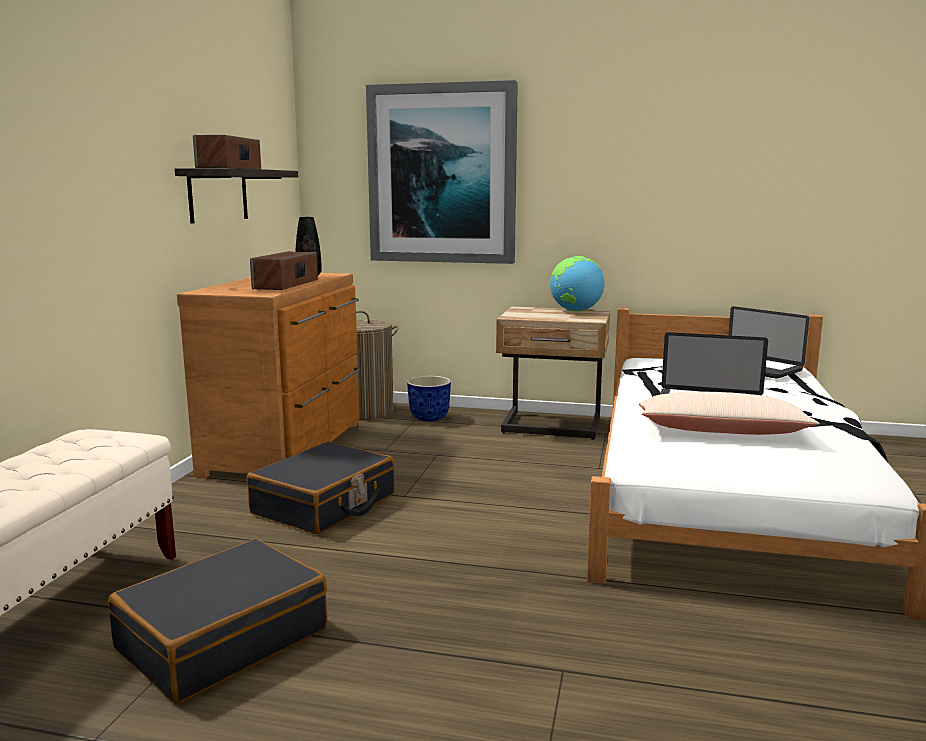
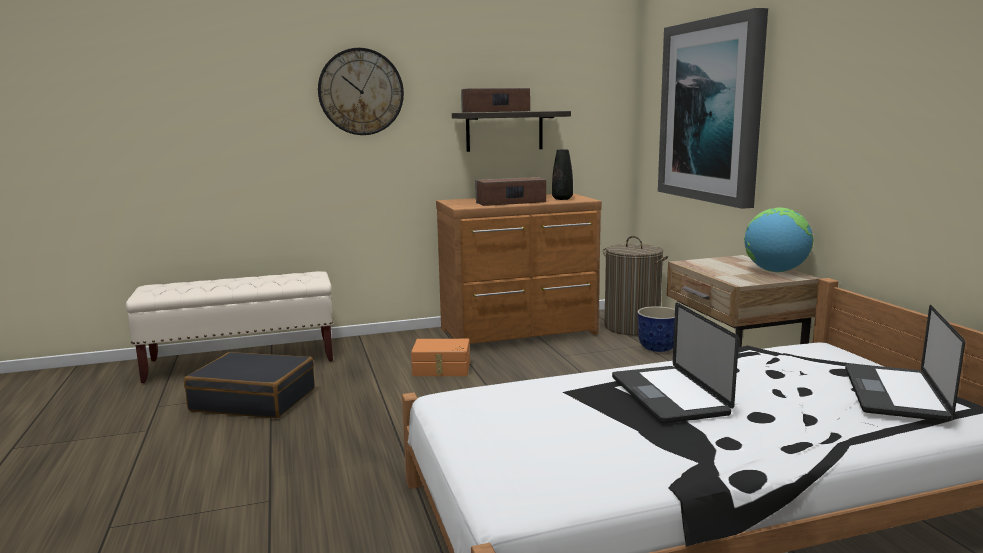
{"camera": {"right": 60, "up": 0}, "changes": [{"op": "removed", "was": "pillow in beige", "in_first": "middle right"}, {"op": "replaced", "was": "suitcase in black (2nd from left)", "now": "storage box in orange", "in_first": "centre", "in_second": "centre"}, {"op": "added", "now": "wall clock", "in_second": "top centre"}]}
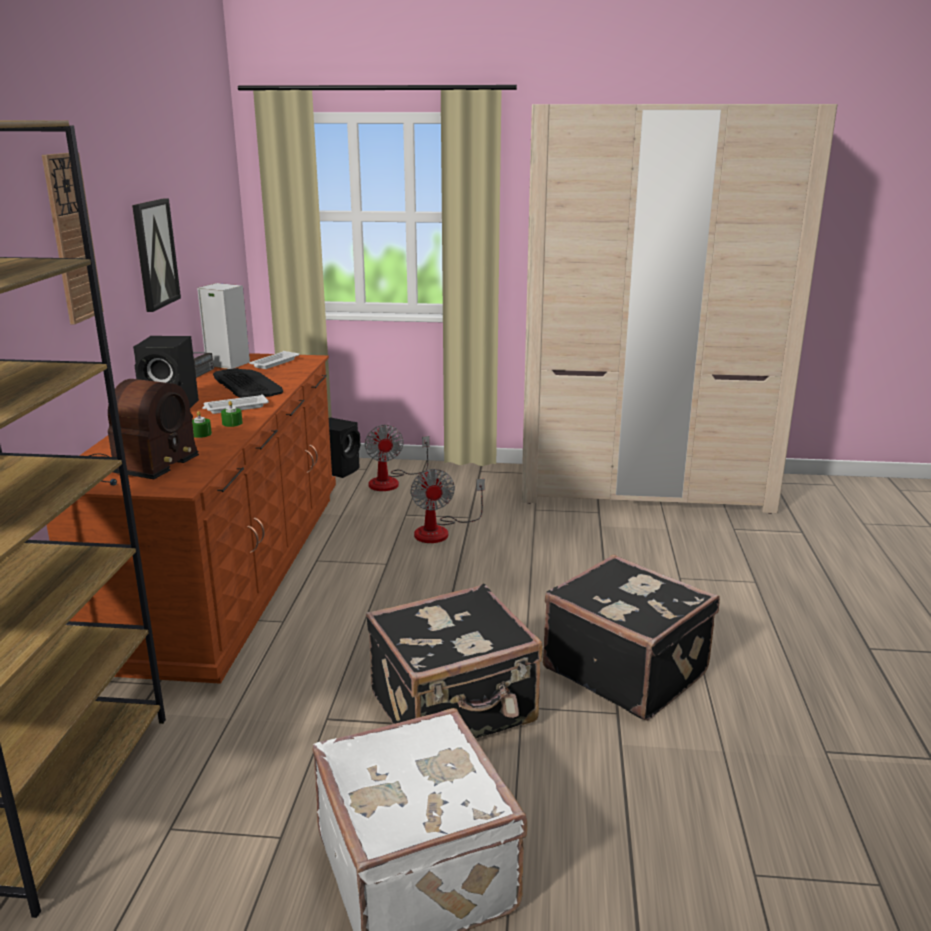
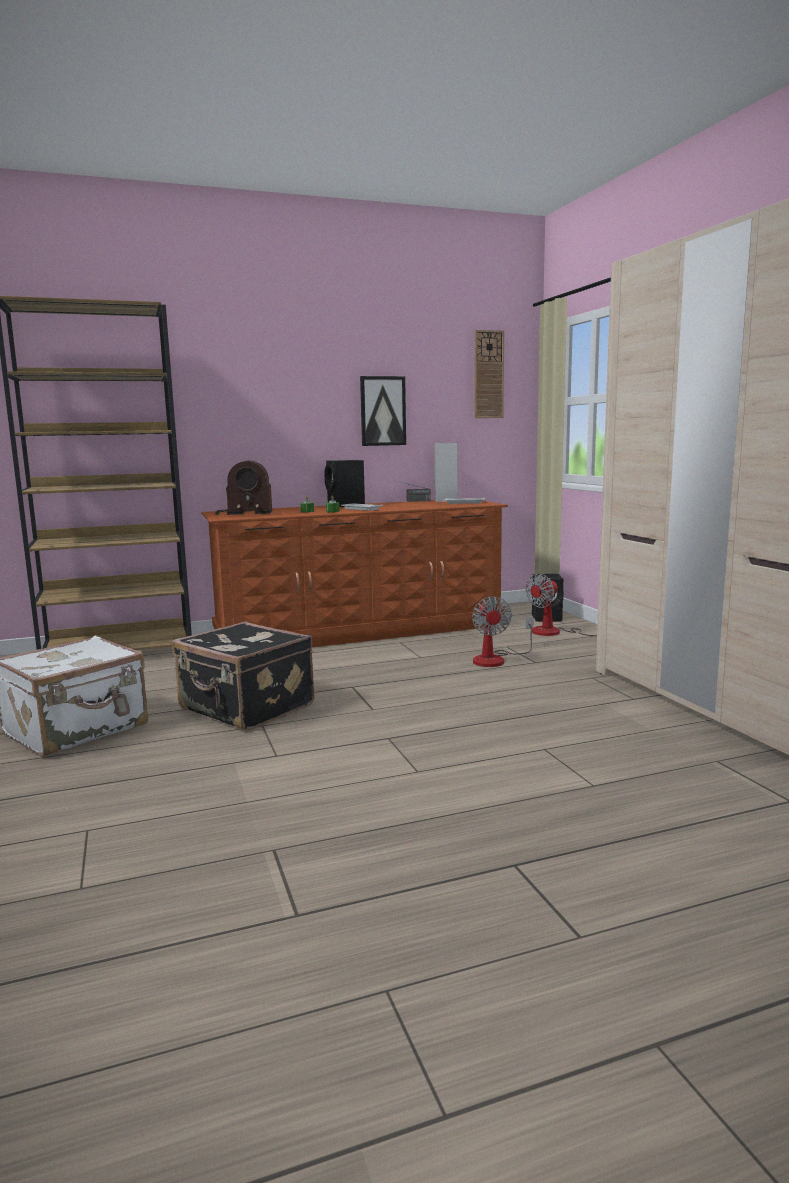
{"camera": {"right": 65, "up": -10}, "changes": [{"op": "moved", "was": "wall clock", "in_first": "top left", "in_second": "top centre"}, {"op": "removed", "was": "keyboard", "in_first": "middle left"}, {"op": "turned", "was": "fan (2nd from left in the first image)", "in_first": "centre", "in_second": "centre", "clockwise": -60}, {"op": "removed", "was": "suitcase in black (2nd from left)", "in_first": "bottom right"}]}
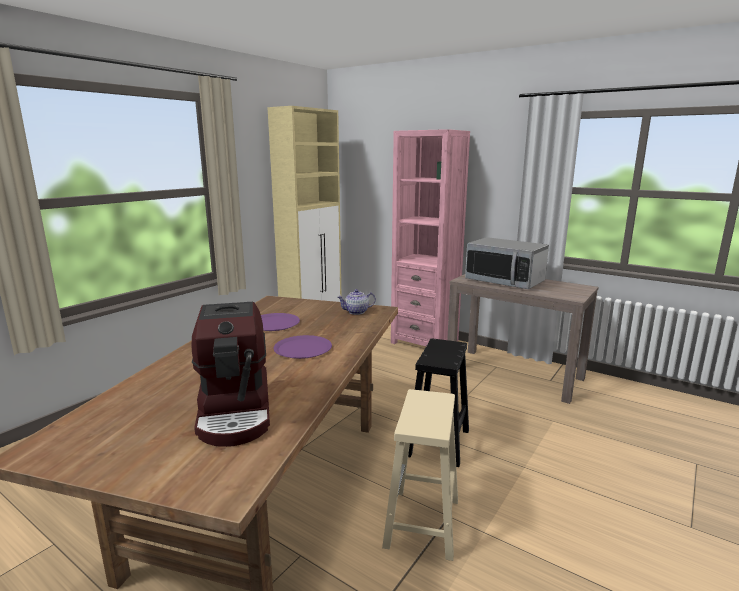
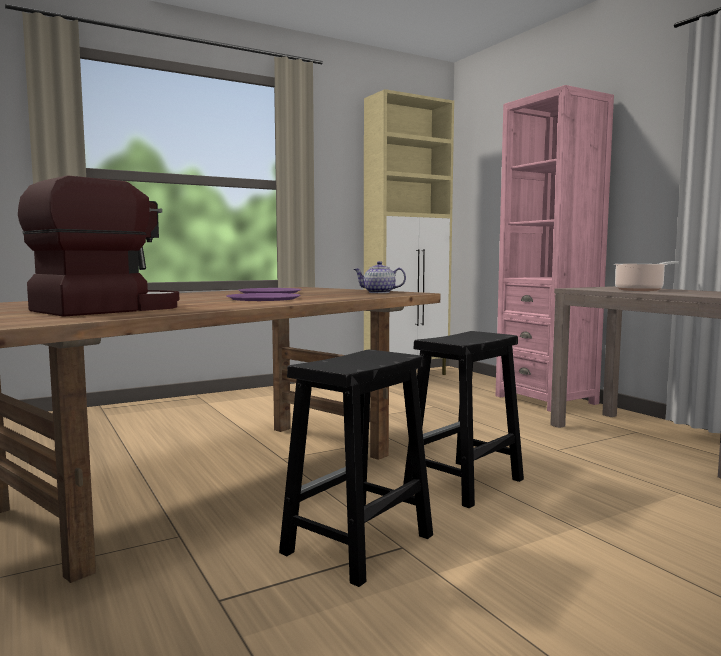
{"camera": {"right": 25, "up": -10}, "changes": [{"op": "replaced", "was": "microwave", "now": "cooking pot", "in_first": "middle right", "in_second": "middle right"}, {"op": "turned", "was": "coffee machine", "in_first": "middle left", "in_second": "middle left", "clockwise": -150}, {"op": "recoloured", "was": "stool in beige", "now": "stool in black (1st from left)", "in_first": "bottom centre", "in_second": "bottom centre"}]}
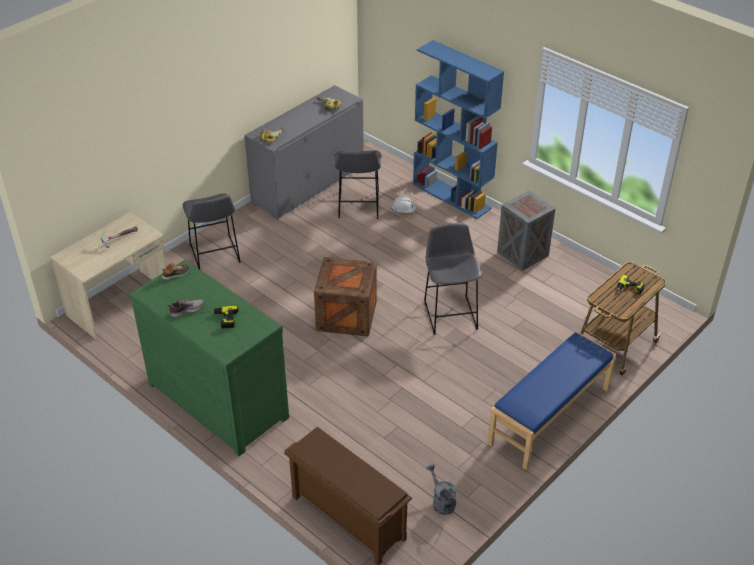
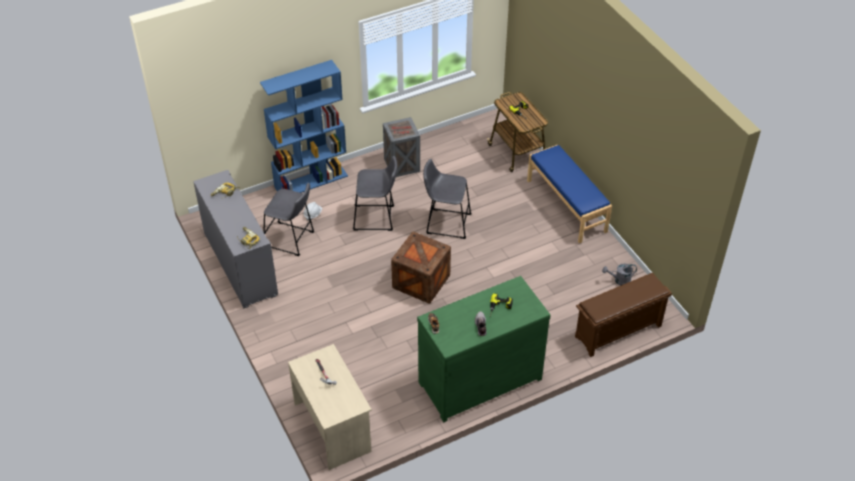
{"camera": {"right": -70, "up": 5}, "changes": [{"op": "moved", "was": "stool in grey (1st from left in the first image)", "now": "stool in grey (2nd from left)", "in_first": "middle left", "in_second": "centre"}]}
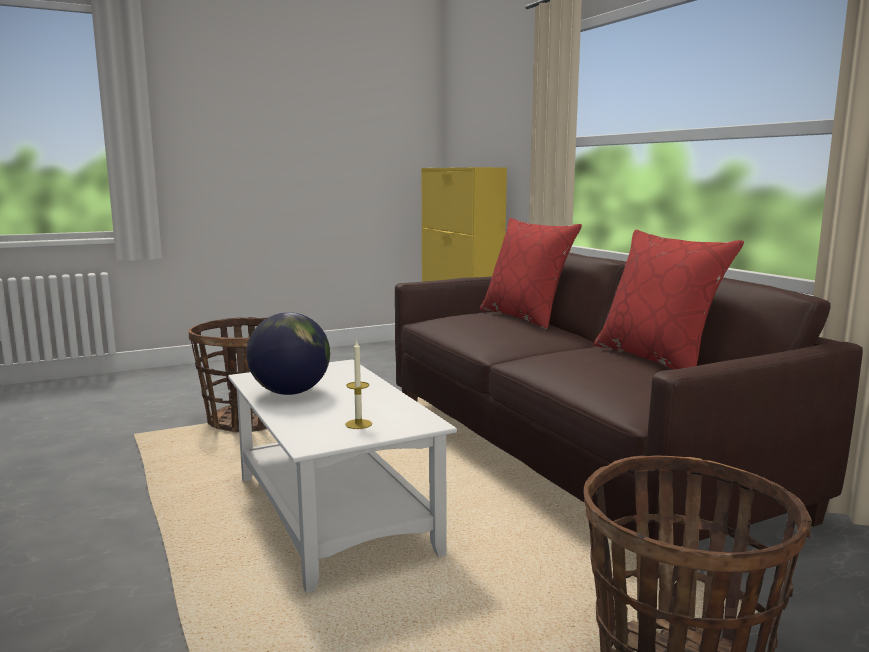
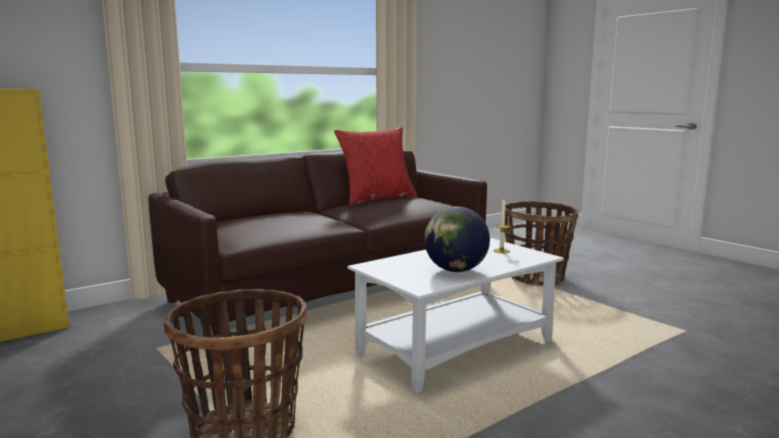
{"camera": {"right": -100, "up": 0}, "changes": [{"op": "removed", "was": "pillow in red (1st from left)", "in_first": "centre"}]}
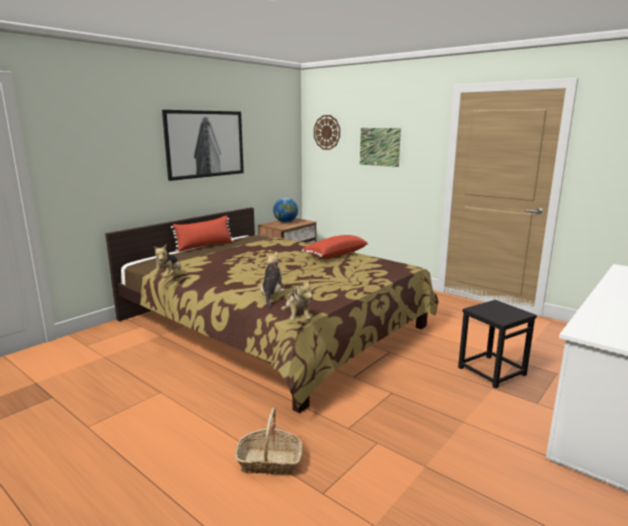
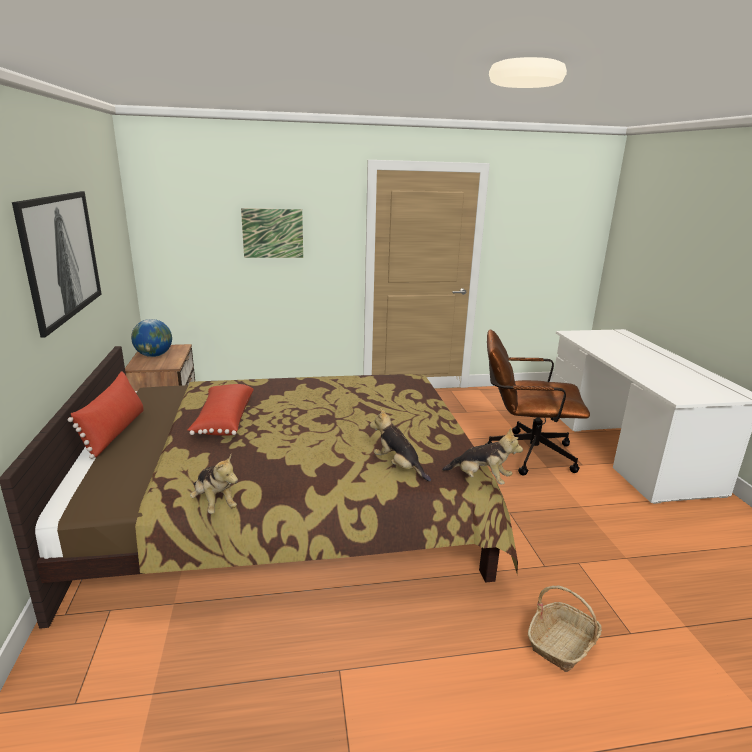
{"camera": {"right": -50, "up": 5}, "changes": [{"op": "removed", "was": "wall clock", "in_first": "top centre"}, {"op": "moved", "was": "pillow in red (2nd from left)", "in_first": "centre", "in_second": "middle left"}, {"op": "replaced", "was": "stool in black", "now": "office chair in brown", "in_first": "middle right", "in_second": "middle right"}]}
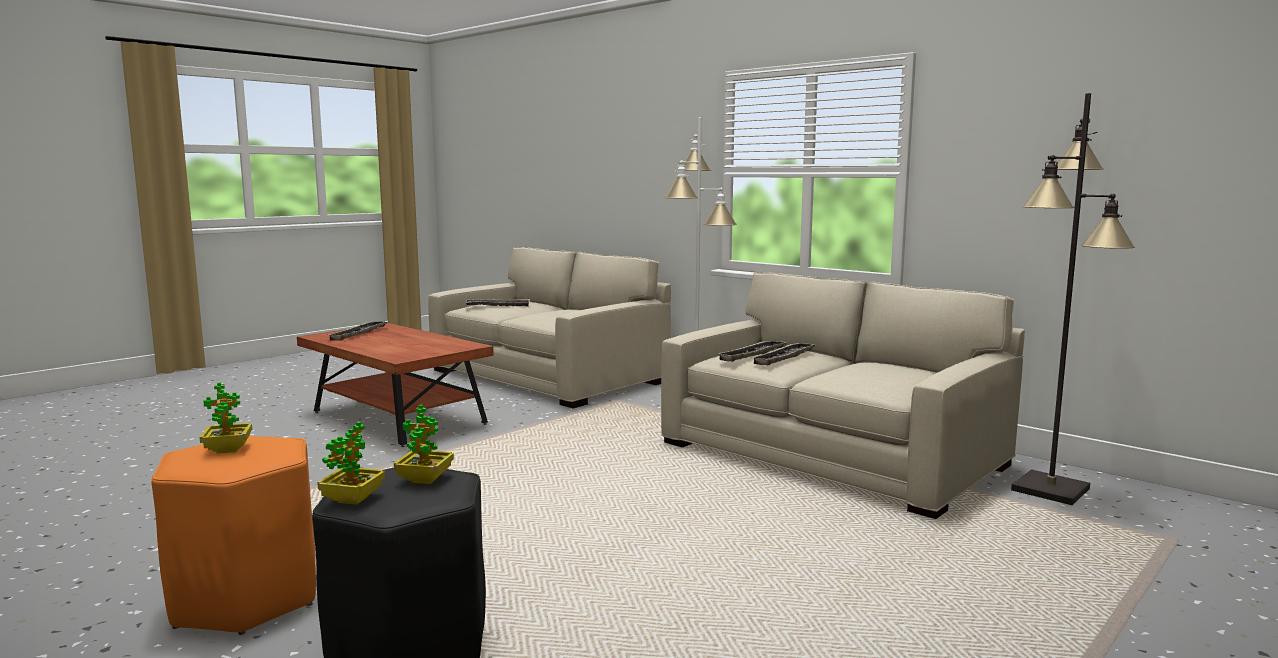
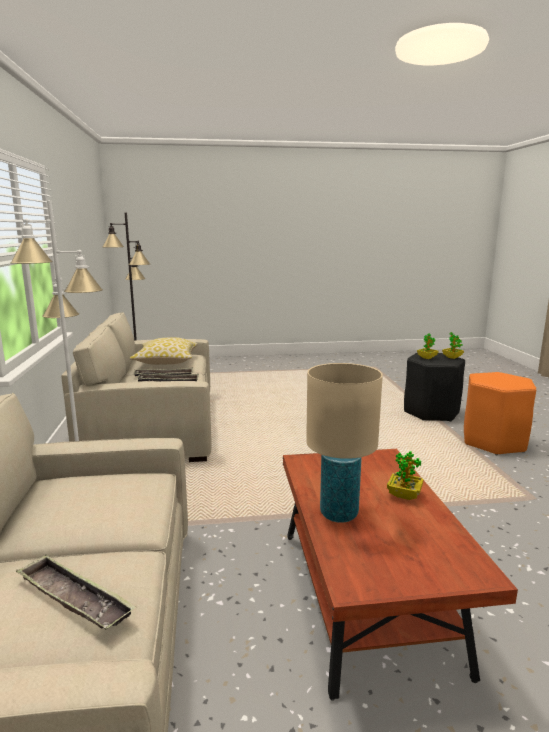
{"camera": {"right": -140, "up": 5}, "changes": [{"op": "removed", "was": "tray (1st from left)", "in_first": "middle left"}, {"op": "moved", "was": "potted plant (1st from left)", "in_first": "middle left", "in_second": "middle right"}, {"op": "added", "now": "pillow", "in_second": "middle left"}, {"op": "added", "now": "table lamp in beige", "in_second": "centre"}]}
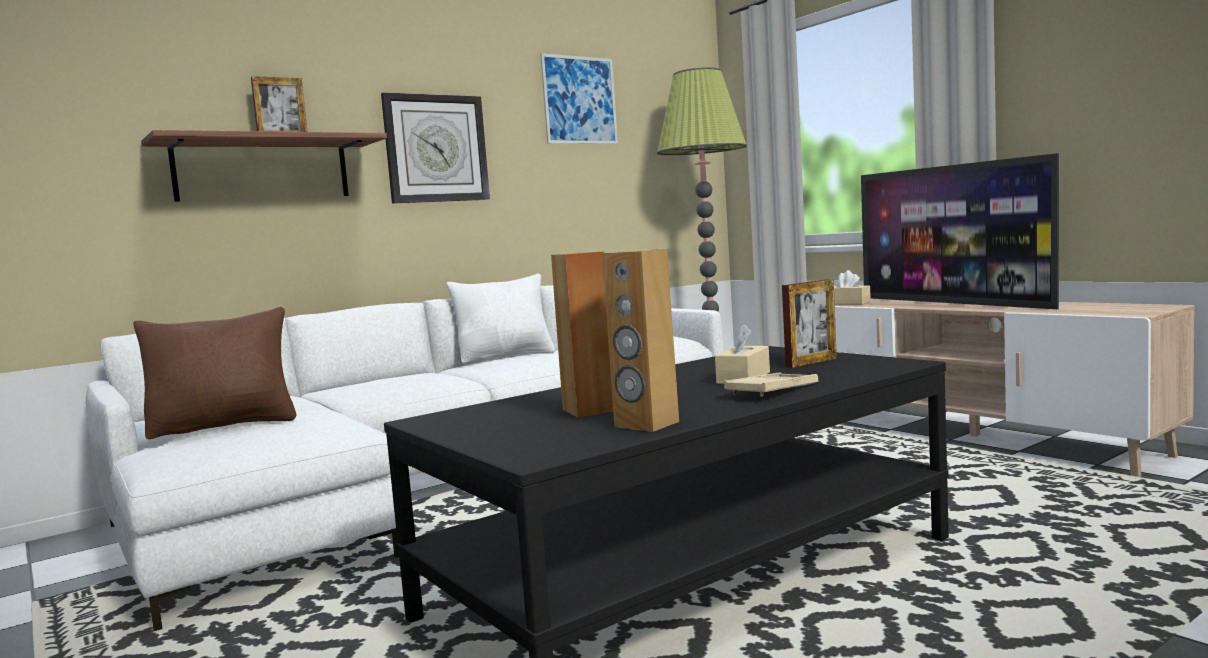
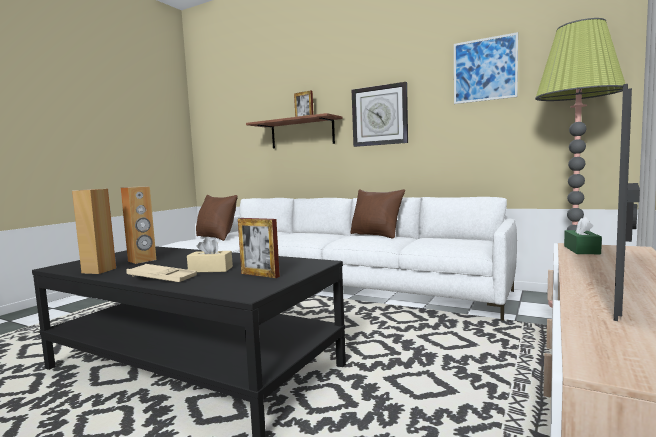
{"camera": {"right": 65, "up": 0}, "changes": [{"op": "recoloured", "was": "tissue box in beige (2nd from left)", "now": "tissue box in green", "in_first": "middle right", "in_second": "middle right"}, {"op": "recoloured", "was": "pillow in white", "now": "pillow in brown (2nd from left)", "in_first": "centre", "in_second": "centre"}]}
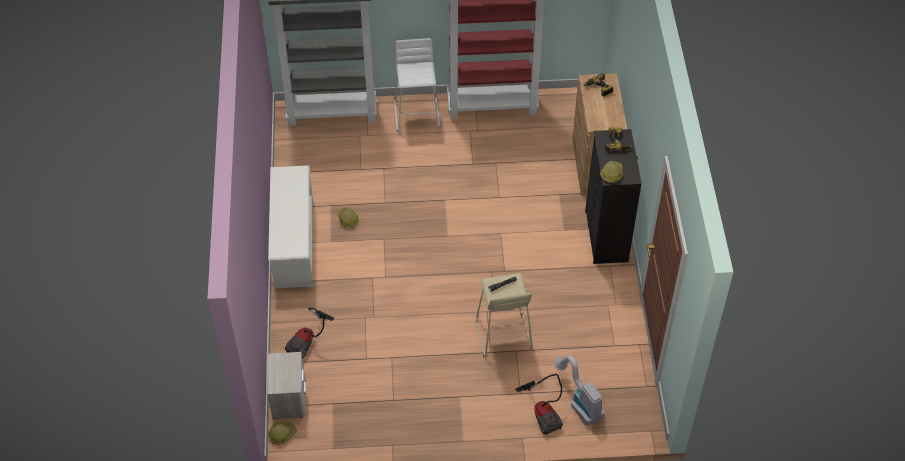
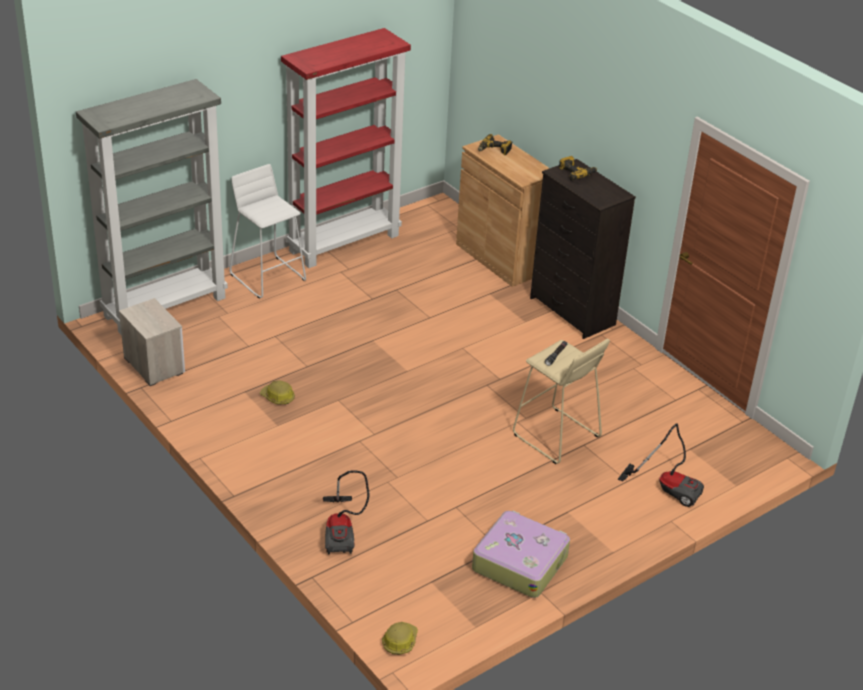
{"camera": {"right": -35, "up": -15}, "changes": [{"op": "removed", "was": "hard hat (3rd from left)", "in_first": "middle right"}, {"op": "removed", "was": "shoe rack in white", "in_first": "middle left"}, {"op": "moved", "was": "nightstand", "in_first": "bottom left", "in_second": "middle left"}, {"op": "removed", "was": "vacuum cleaner (3rd from left)", "in_first": "bottom centre"}, {"op": "added", "now": "suitcase", "in_second": "bottom centre"}]}
